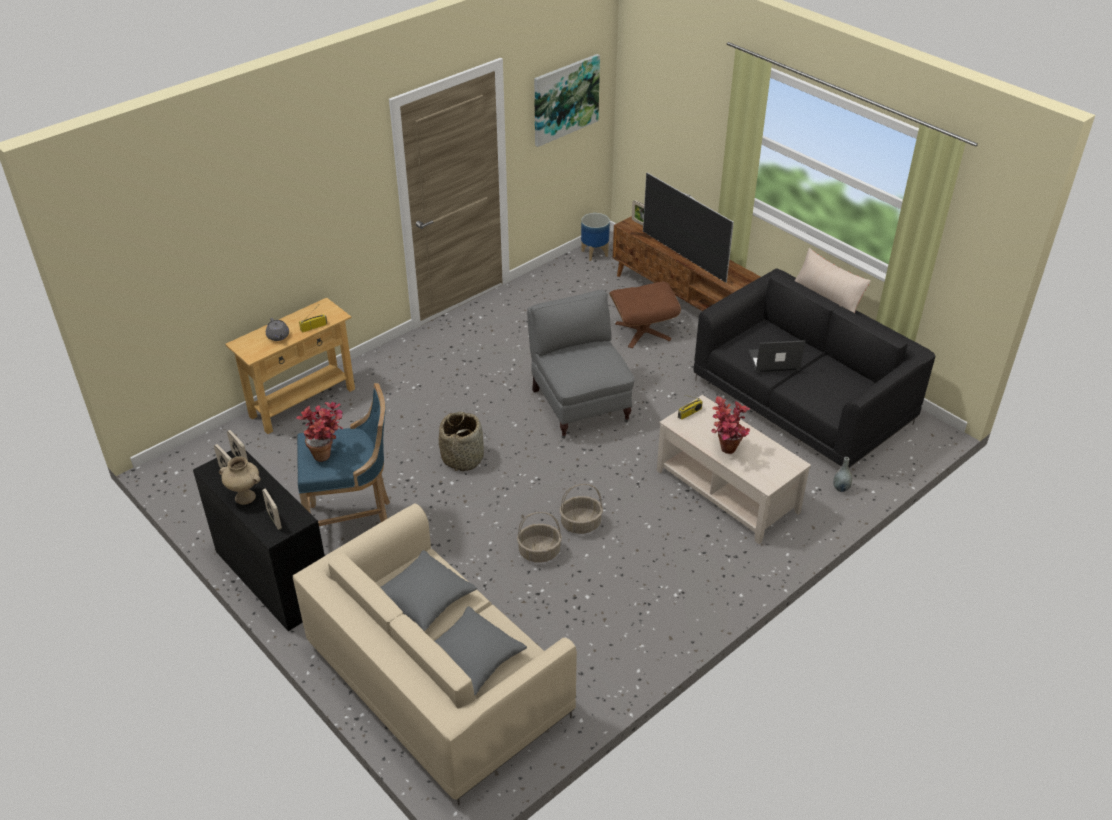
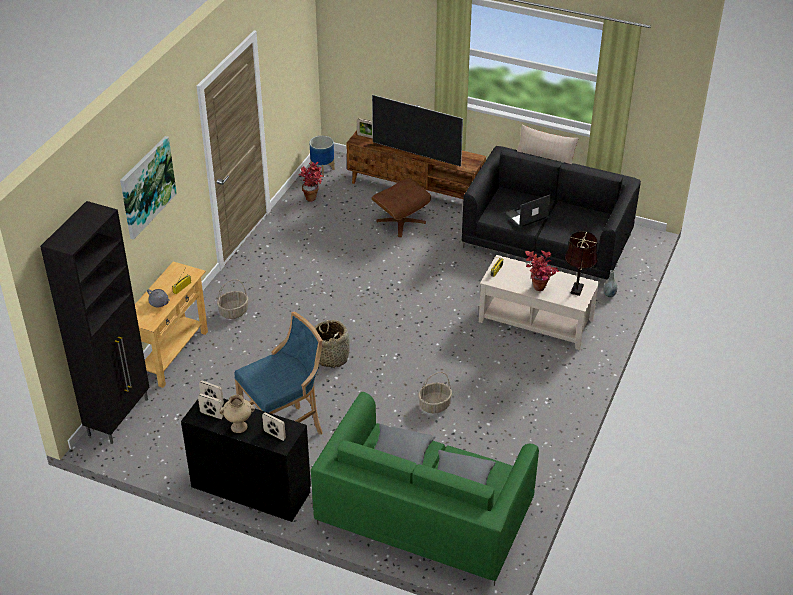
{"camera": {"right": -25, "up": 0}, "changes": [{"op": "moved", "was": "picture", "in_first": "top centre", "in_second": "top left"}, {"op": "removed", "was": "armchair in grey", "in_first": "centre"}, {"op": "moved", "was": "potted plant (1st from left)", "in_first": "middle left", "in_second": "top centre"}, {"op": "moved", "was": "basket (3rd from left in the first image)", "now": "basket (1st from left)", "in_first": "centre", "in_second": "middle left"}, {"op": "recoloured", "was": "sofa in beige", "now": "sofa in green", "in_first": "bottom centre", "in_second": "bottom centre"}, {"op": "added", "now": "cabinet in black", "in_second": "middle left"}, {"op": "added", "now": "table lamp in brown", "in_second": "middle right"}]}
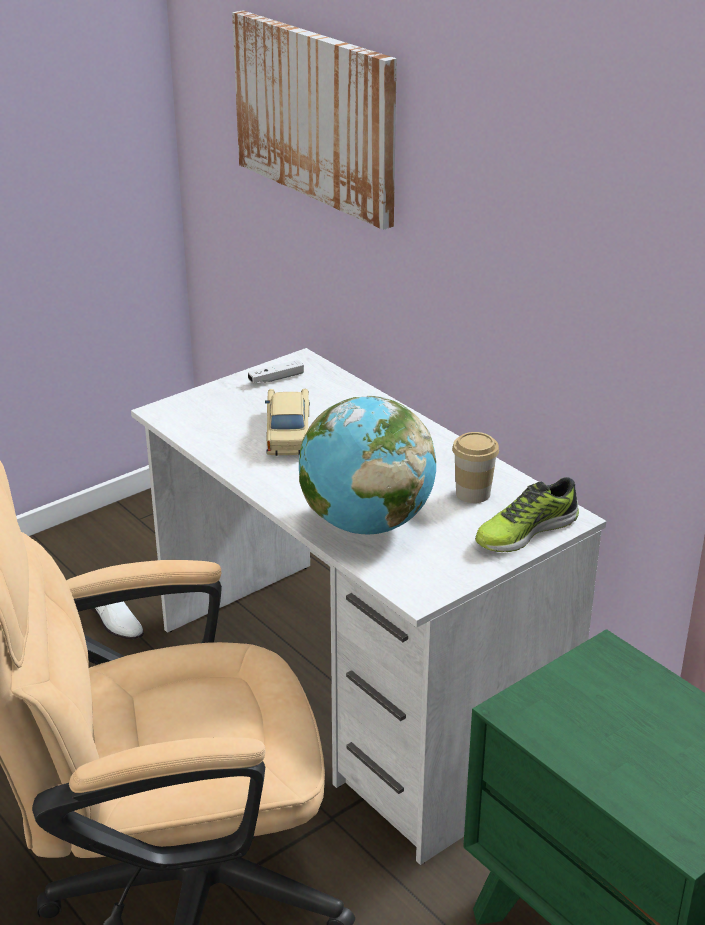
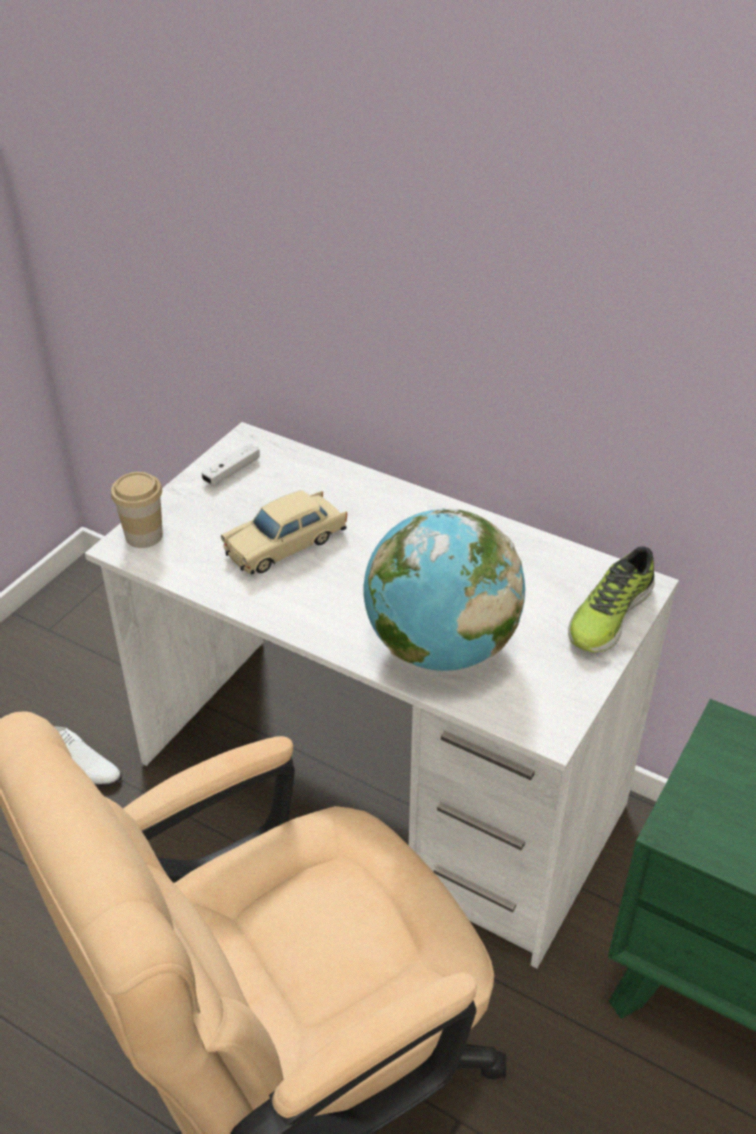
{"camera": {"right": -20, "up": 10}, "changes": [{"op": "removed", "was": "picture", "in_first": "top centre"}, {"op": "turned", "was": "toy car in beige", "in_first": "centre", "in_second": "centre", "clockwise": -105}, {"op": "moved", "was": "cup", "in_first": "middle right", "in_second": "middle left"}]}
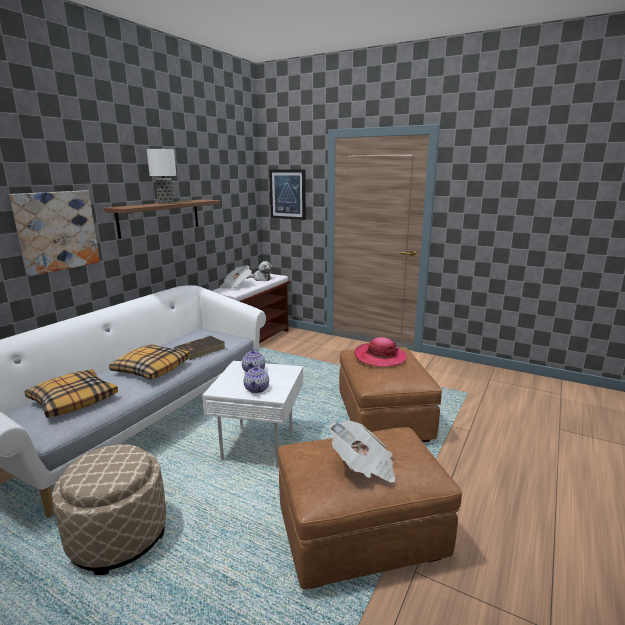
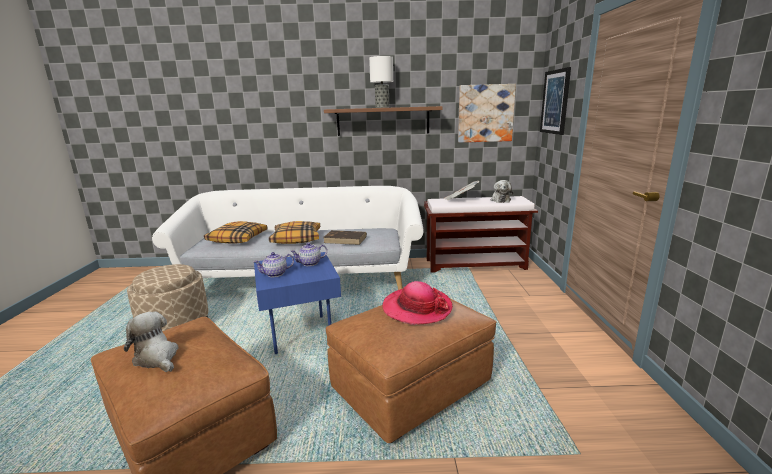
{"camera": {"right": 60, "up": 0}, "changes": [{"op": "moved", "was": "picture (1st from left)", "in_first": "middle left", "in_second": "top centre"}, {"op": "recoloured", "was": "side table in white", "now": "side table in blue", "in_first": "centre", "in_second": "centre"}, {"op": "replaced", "was": "newspaper (2nd from left)", "now": "plush toy (1st from left)", "in_first": "bottom centre", "in_second": "bottom left"}]}
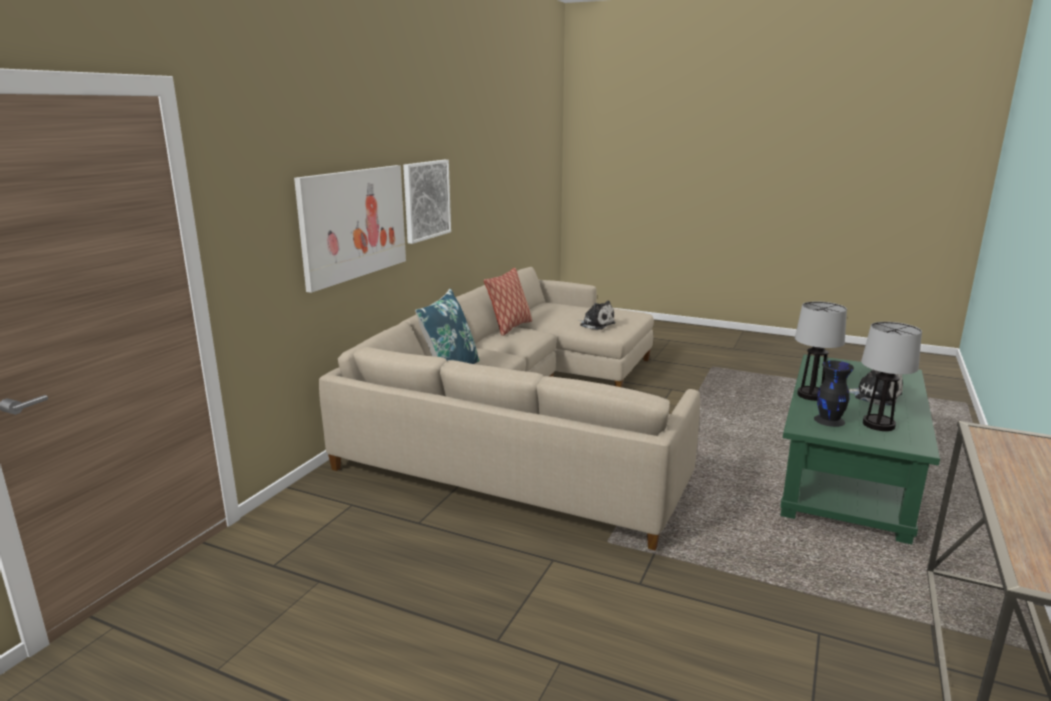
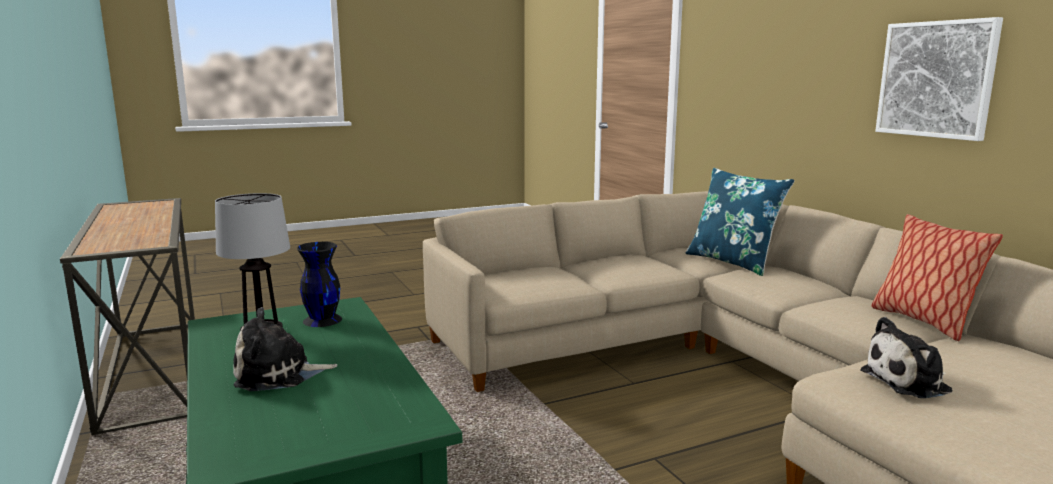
{"camera": {"right": 130, "up": -5}, "changes": [{"op": "removed", "was": "picture (1st from left)", "in_first": "top left"}, {"op": "removed", "was": "table lamp (1st from left)", "in_first": "middle right"}]}
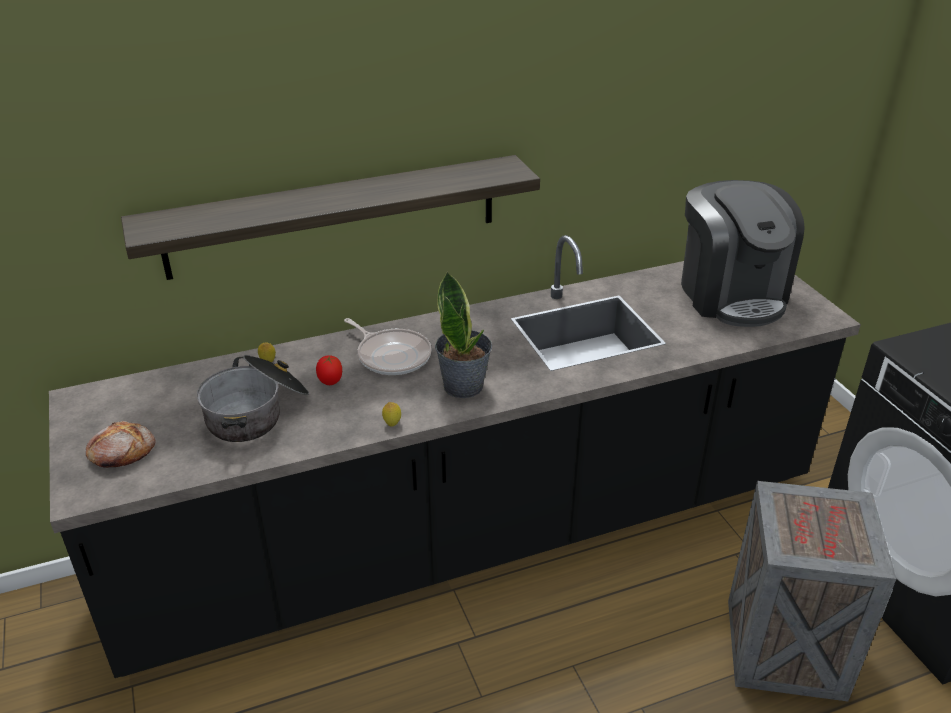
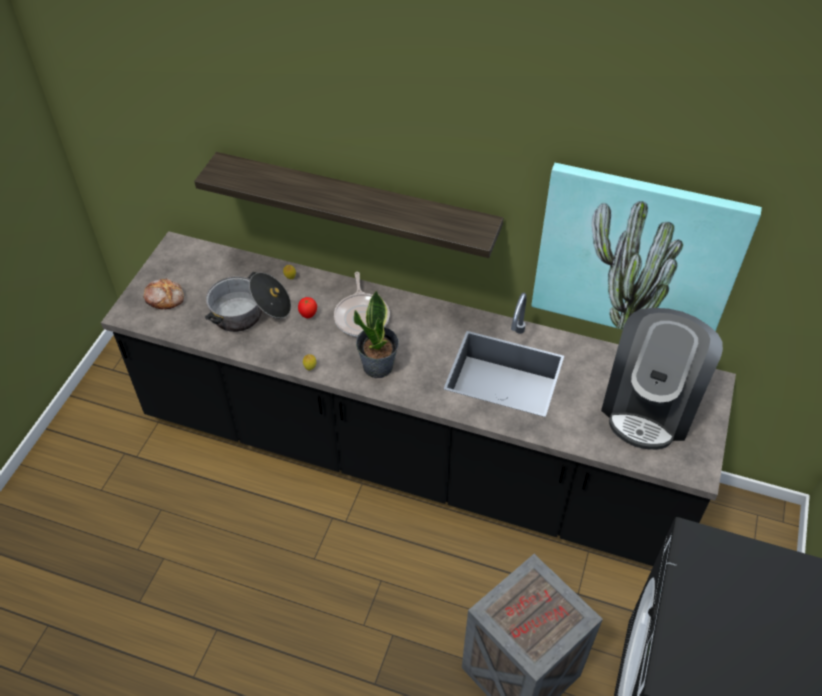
{"camera": {"right": 40, "up": 15}, "changes": [{"op": "added", "now": "picture", "in_second": "middle right"}]}
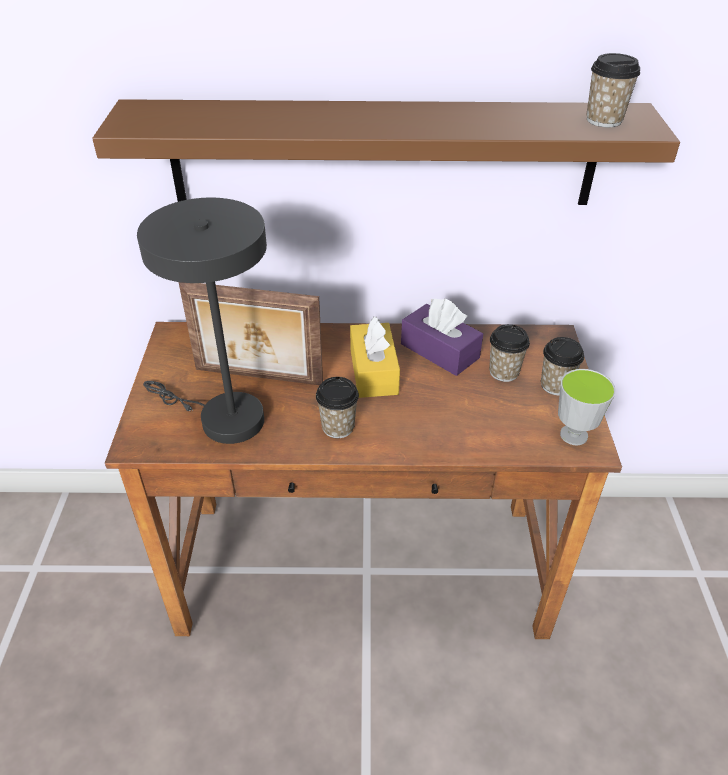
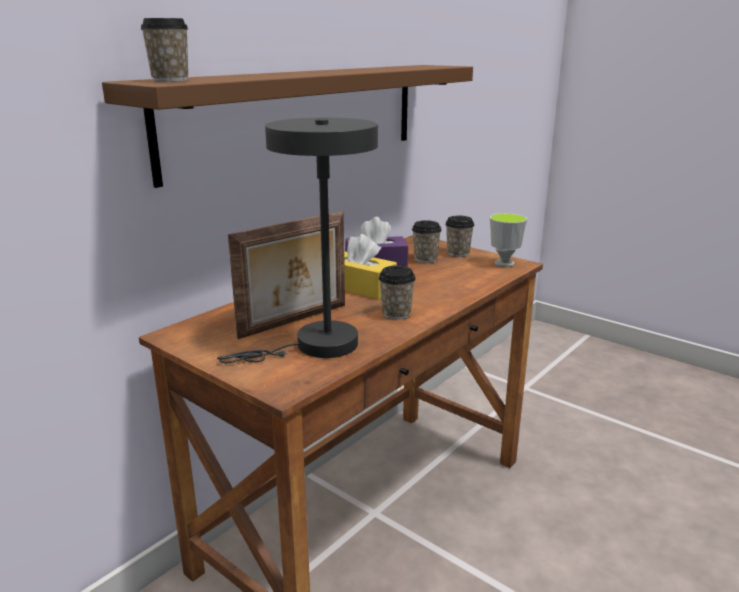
{"camera": {"right": -50, "up": -20}, "changes": [{"op": "moved", "was": "cup (5th from left in the first image)", "now": "cup (1st from left)", "in_first": "top right", "in_second": "top left"}]}
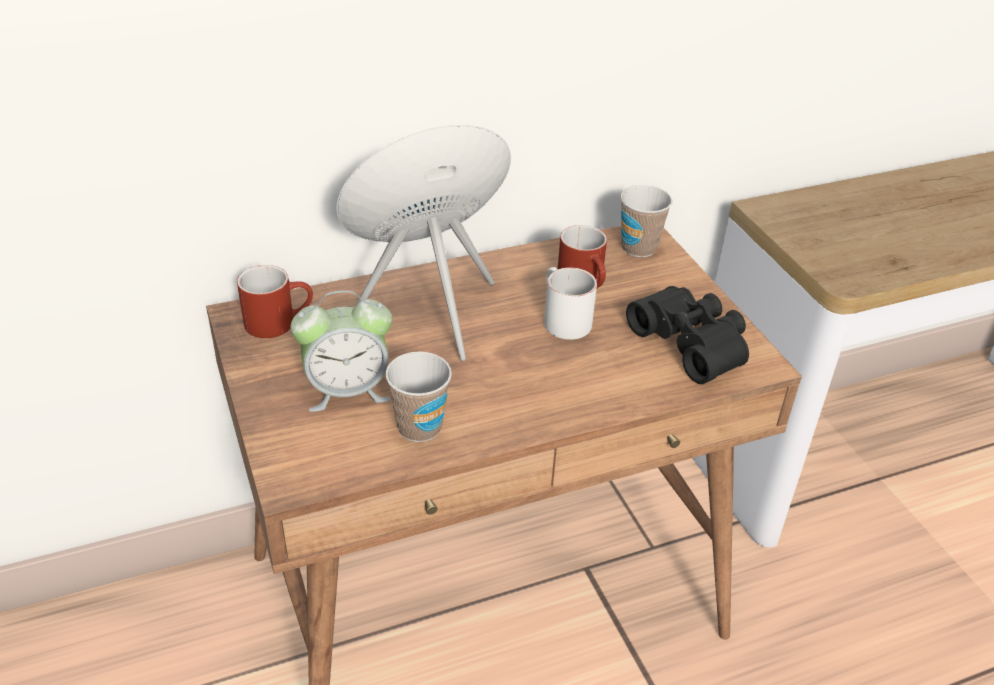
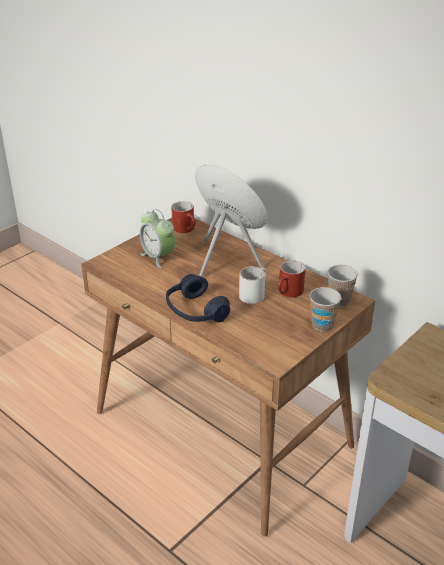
{"camera": {"right": 65, "up": -5}, "changes": [{"op": "removed", "was": "binoculars in black", "in_first": "middle right"}, {"op": "moved", "was": "cup (1st from left)", "in_first": "centre", "in_second": "middle right"}, {"op": "added", "now": "headphones in blue", "in_second": "centre"}]}
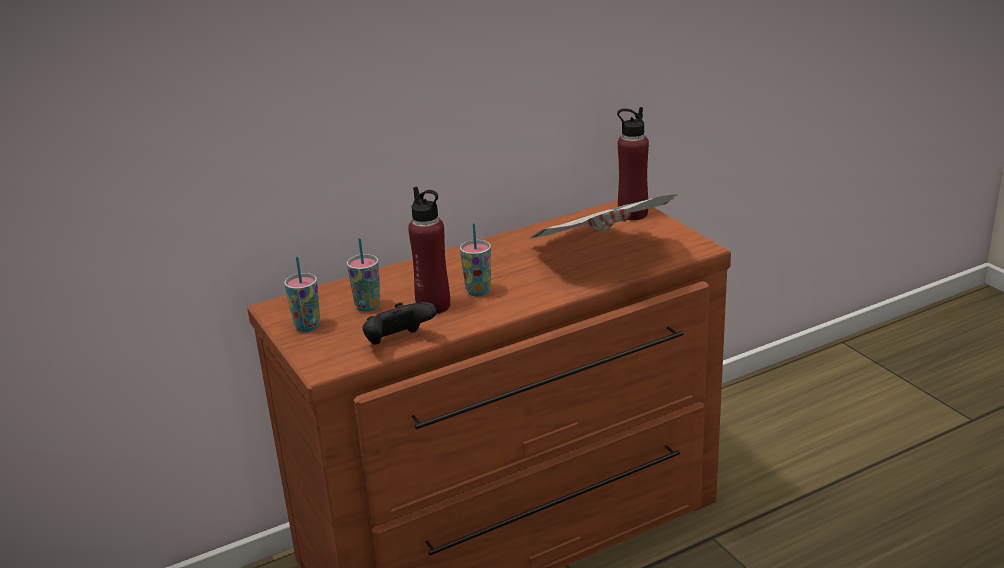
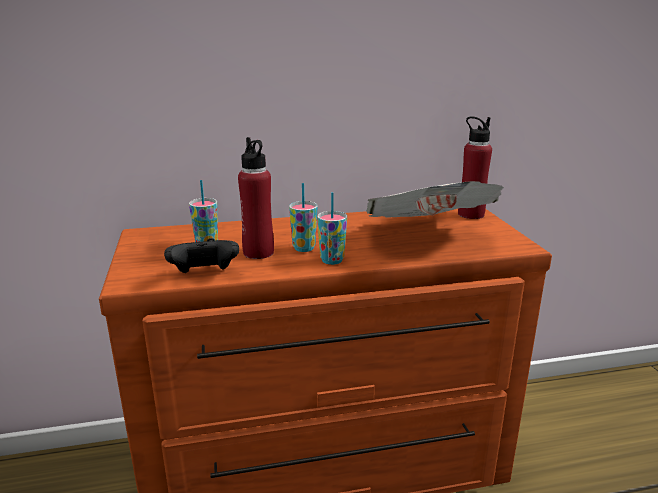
{"camera": {"right": 15, "up": -5}, "changes": [{"op": "moved", "was": "cup (1st from left in the first image)", "now": "cup (3rd from left)", "in_first": "middle left", "in_second": "centre"}]}
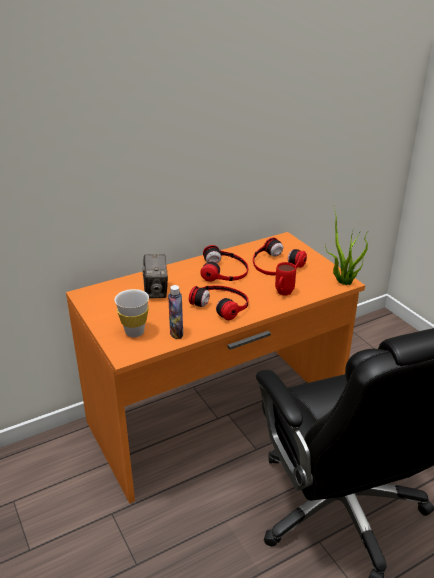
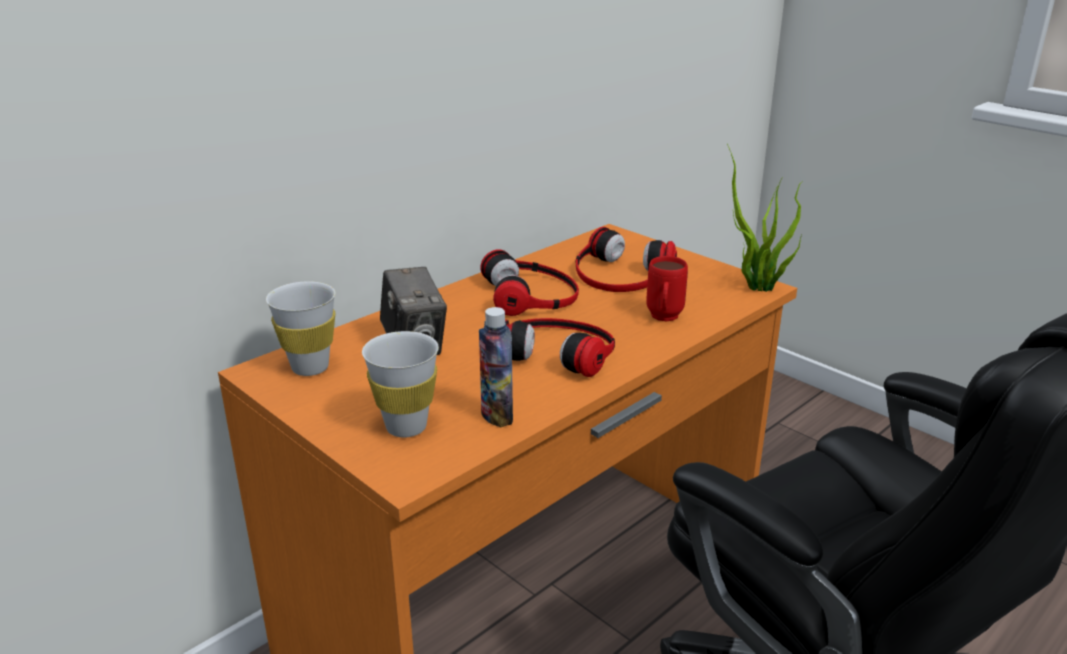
{"camera": {"right": -15, "up": -5}, "changes": [{"op": "added", "now": "cup in white (1st from left)", "in_second": "middle left"}]}
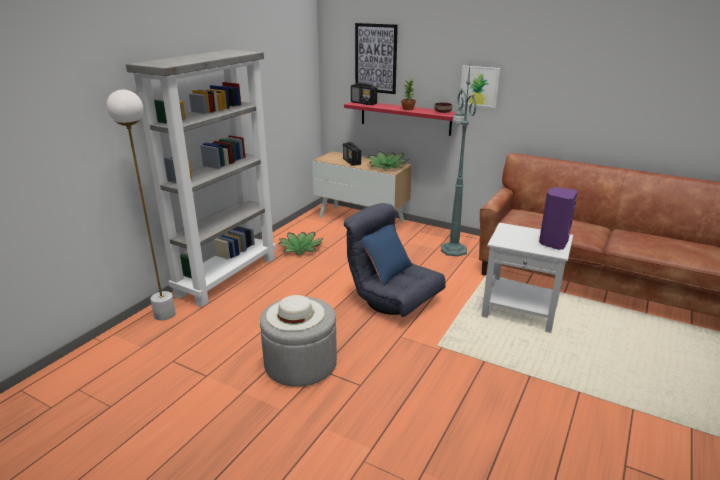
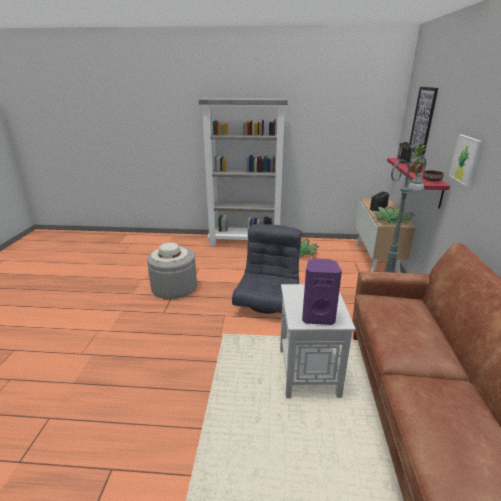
{"camera": {"right": 65, "up": 0}, "changes": [{"op": "removed", "was": "floor lamp in white", "in_first": "middle left"}, {"op": "removed", "was": "pillow in blue", "in_first": "centre"}]}
